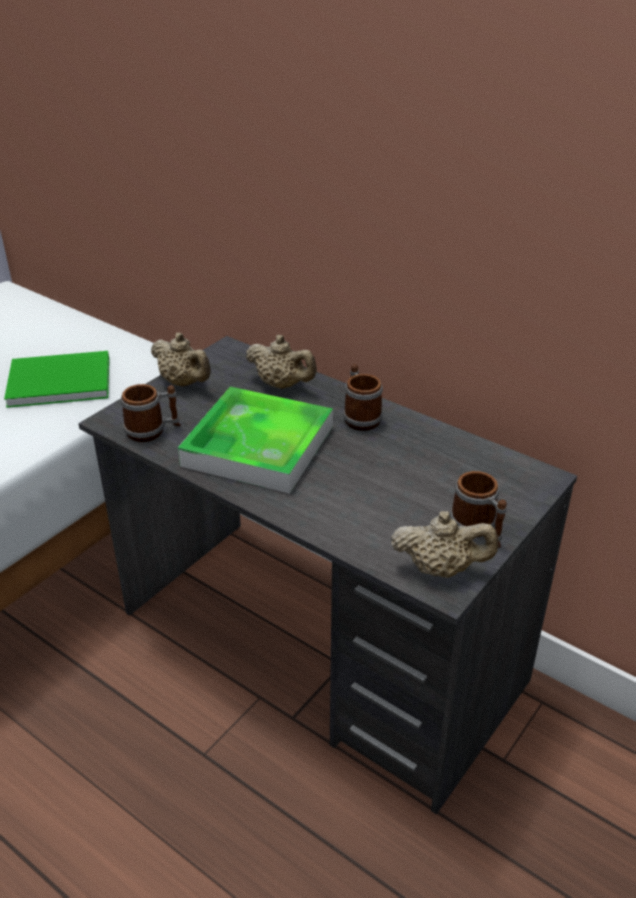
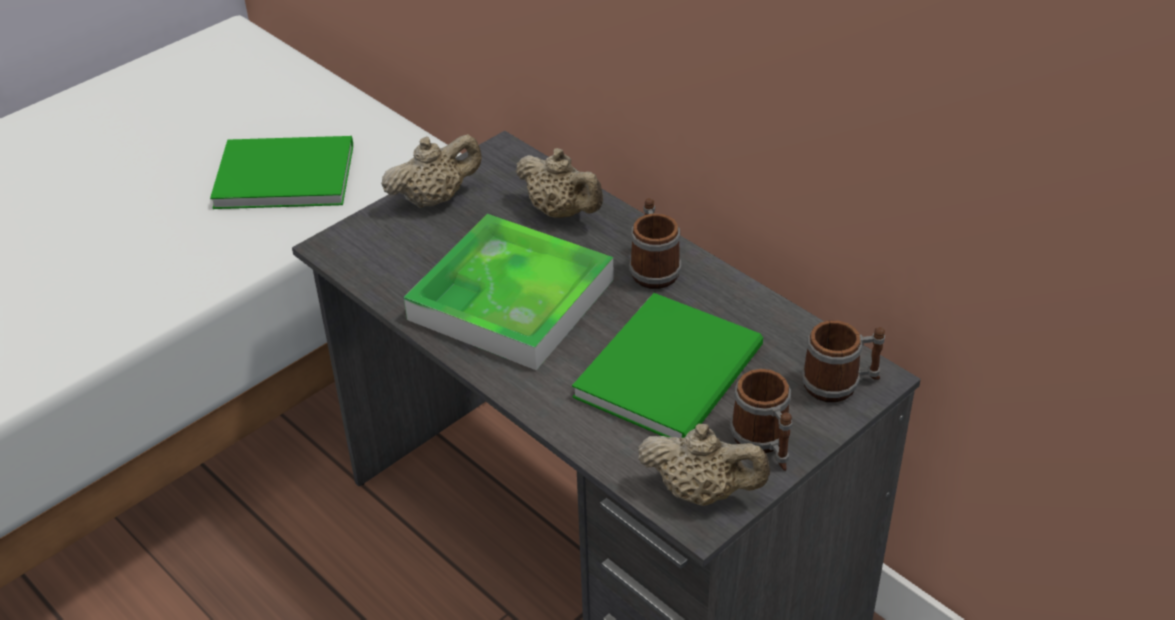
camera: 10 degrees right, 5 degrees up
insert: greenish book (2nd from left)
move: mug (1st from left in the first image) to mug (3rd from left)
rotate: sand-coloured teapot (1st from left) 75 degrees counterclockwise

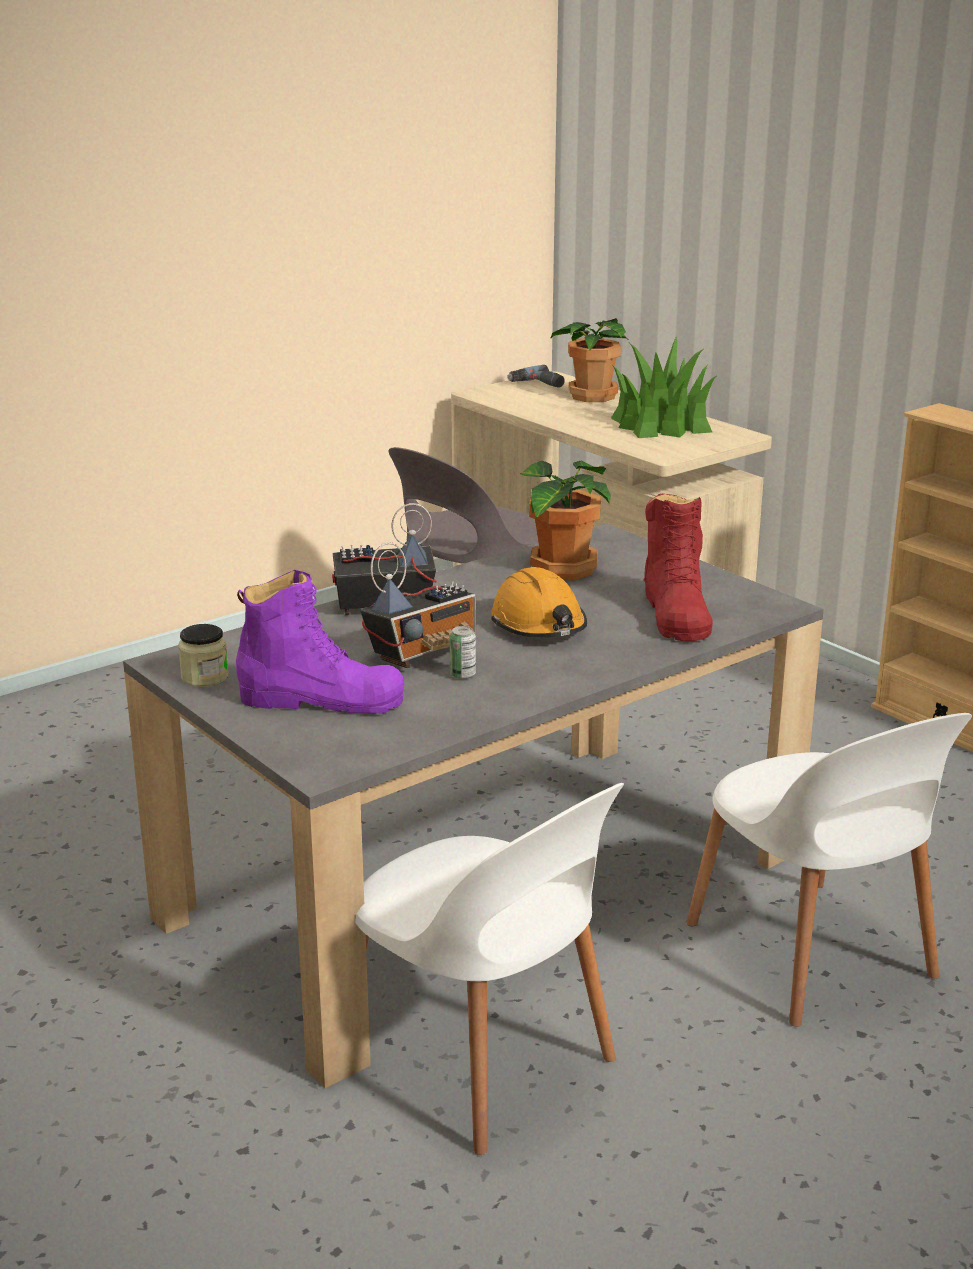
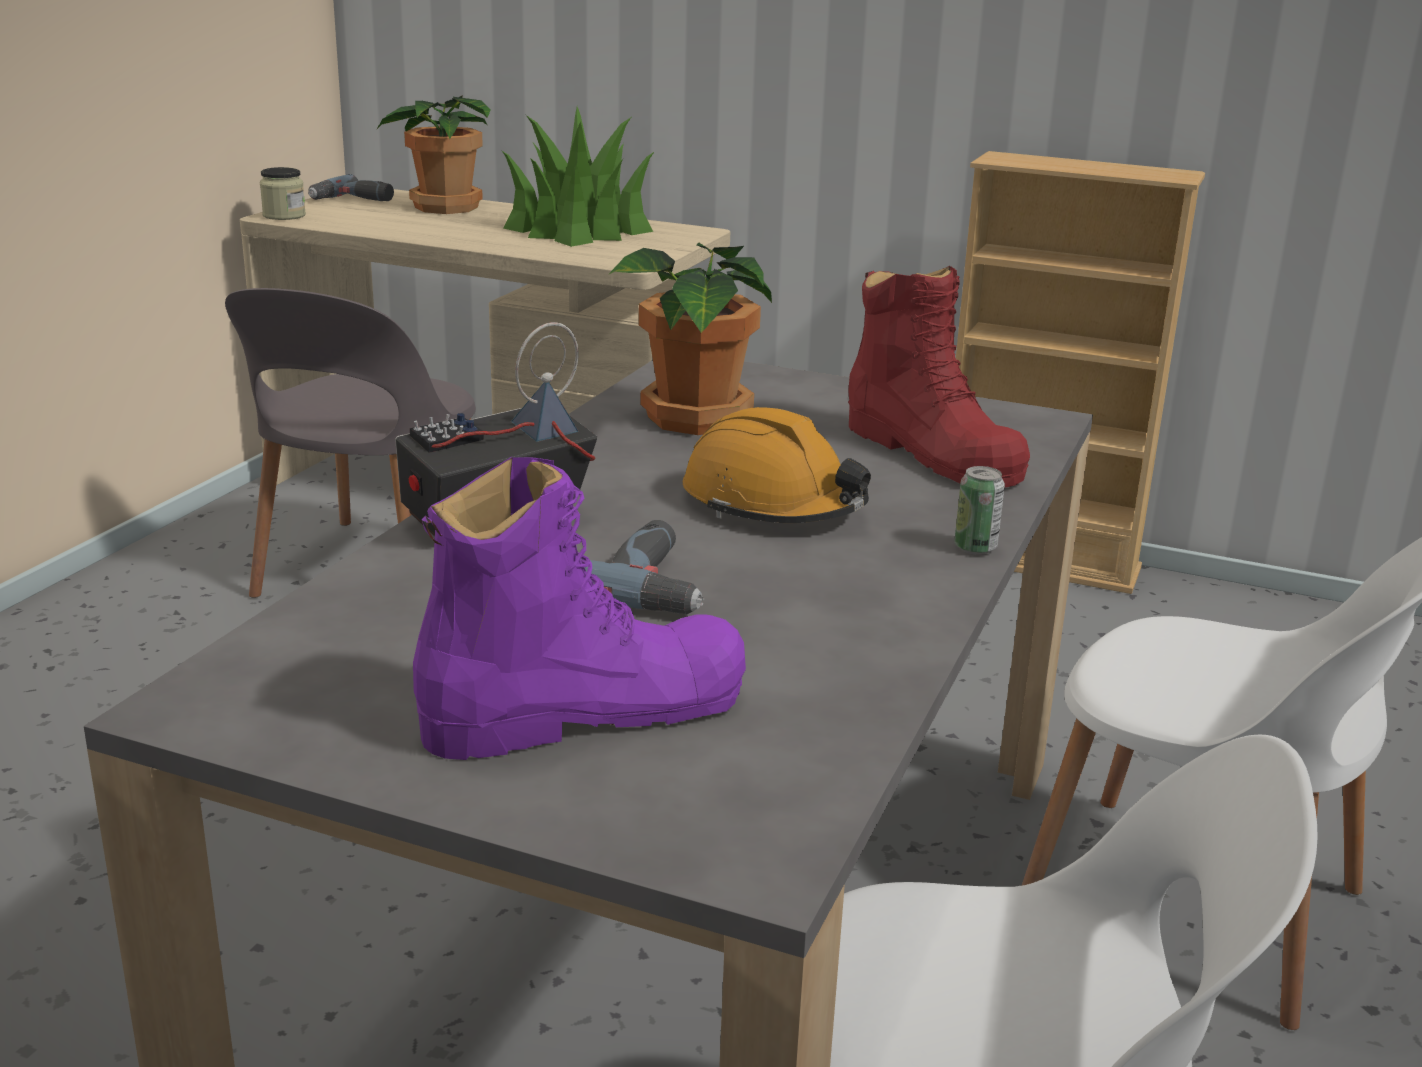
camera: 30 degrees left, 0 degrees up
move: preserve jar; sealed can
replace: radio (2nd from left) to electric drill (2nd from left)

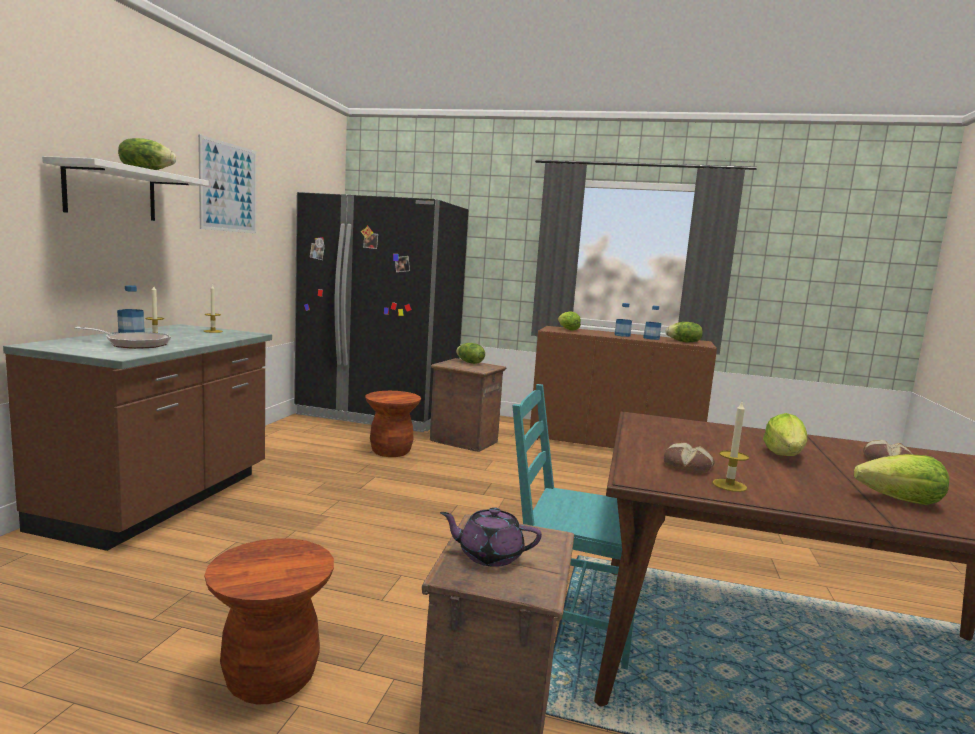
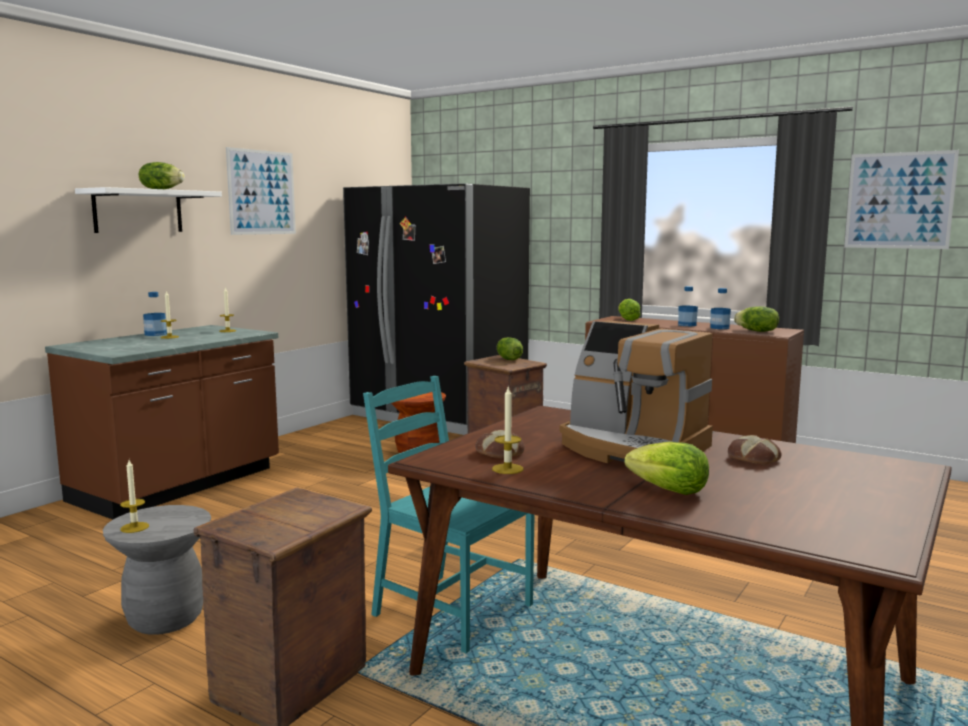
camera: 20 degrees right, 0 degrees up
delete: pan; purplish teapot
insert: wax candle (1st from left); wall picture (2nd from left)
replace: lettuce head (5th from left) to coffee machine
recolor: brown-coloured stool (1st from left) to gray stool

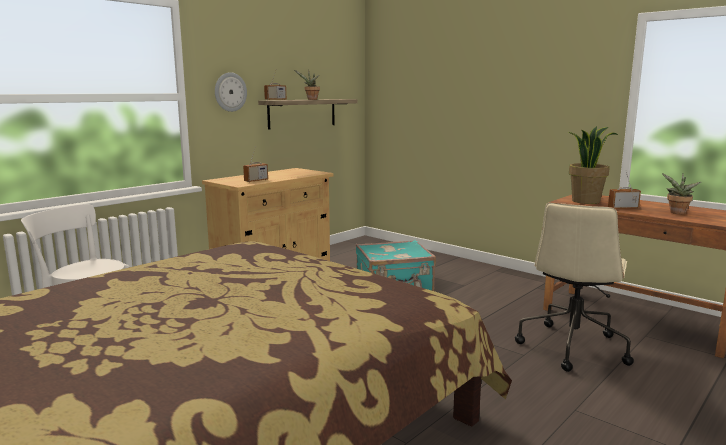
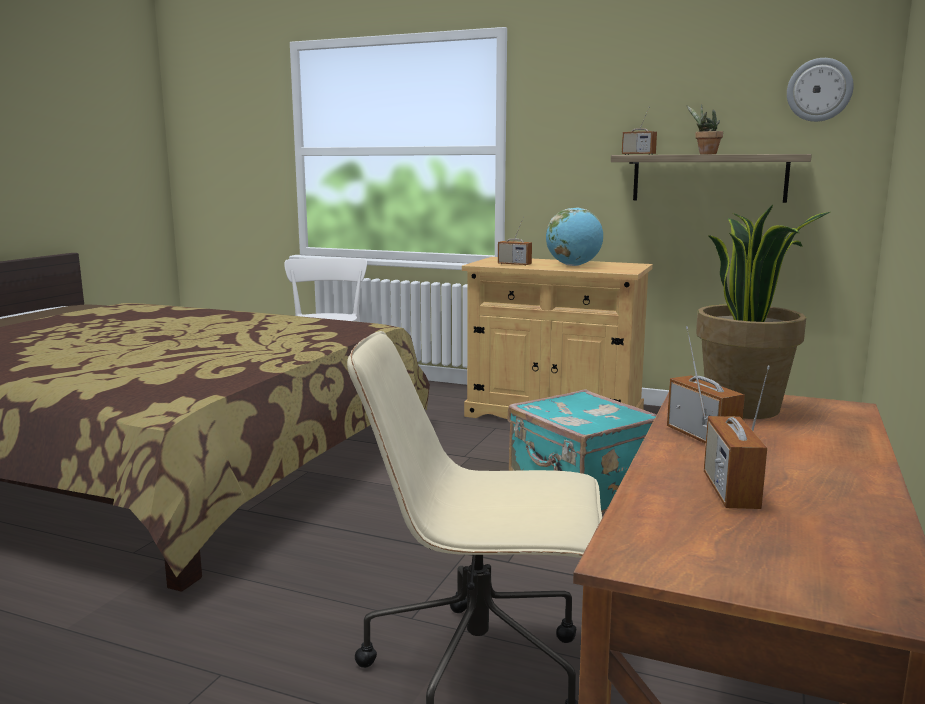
camera: 70 degrees right, 0 degrees up
insert: world globe
move: hanging clock
replace: houseplant (3rd from left) to radio (4th from left)

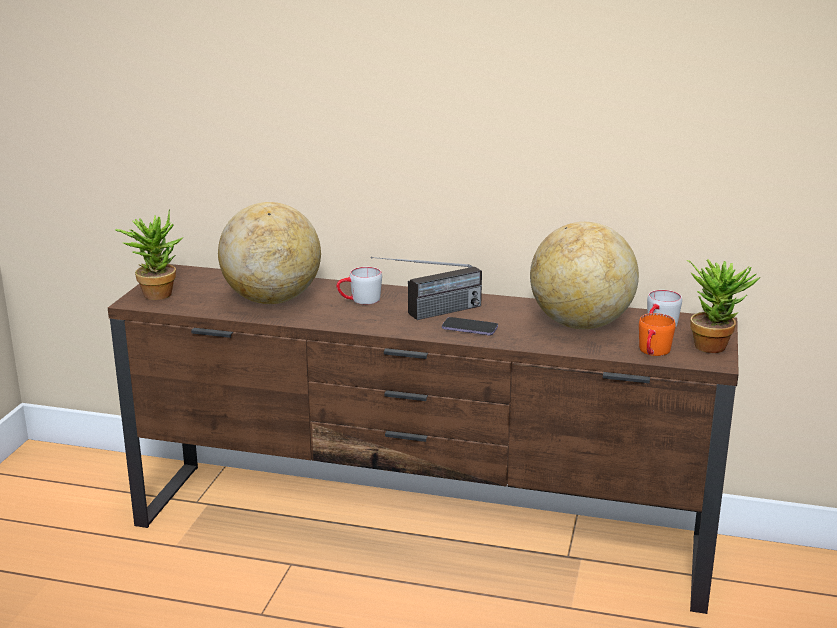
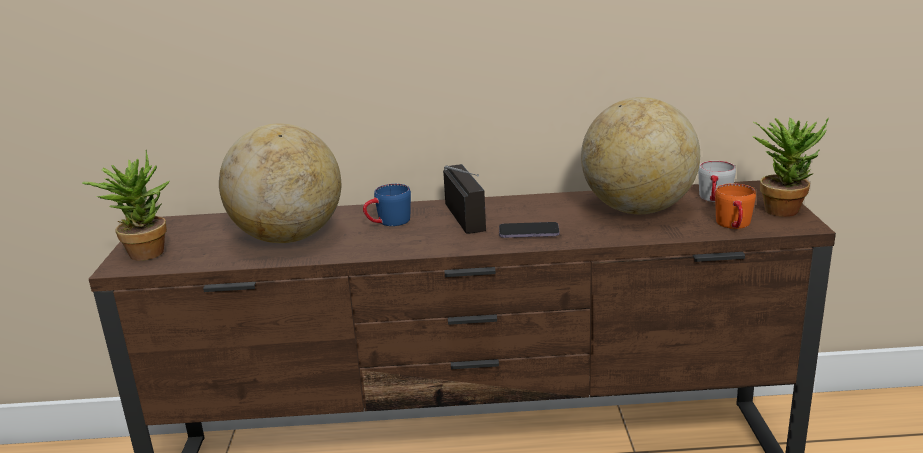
camera: 15 degrees left, 0 degrees up
recolor: gray mug (1st from left) to bluish mug
rotate: radio 60 degrees counterclockwise

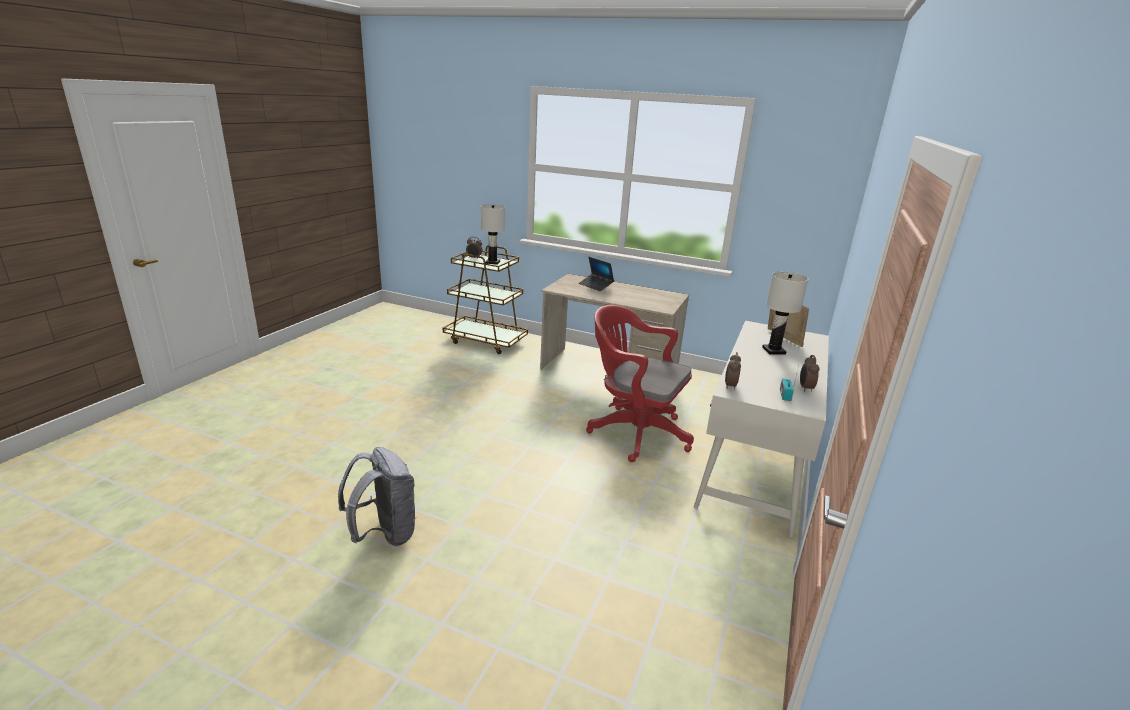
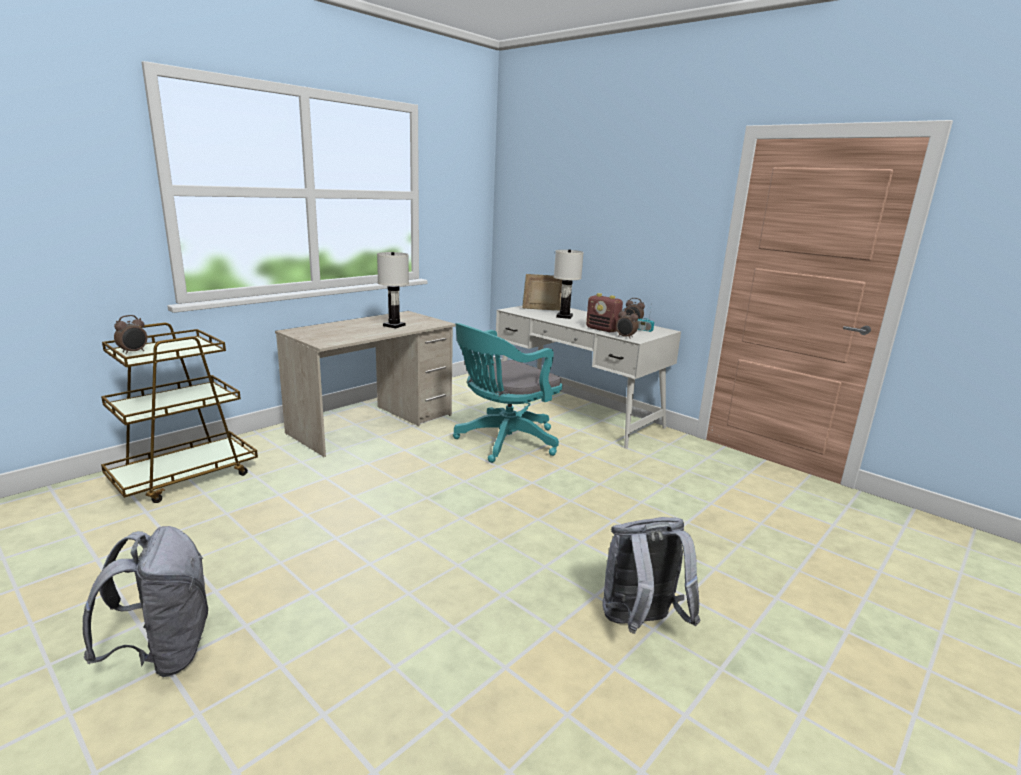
camera: 70 degrees left, 5 degrees down
delete: portable computer
insert: gray knapsack (1st from left); radio (1st from left)
move: white-coloured lamp for a table (1st from left)
recolor: reddish office chair to turquoise-coloured office chair

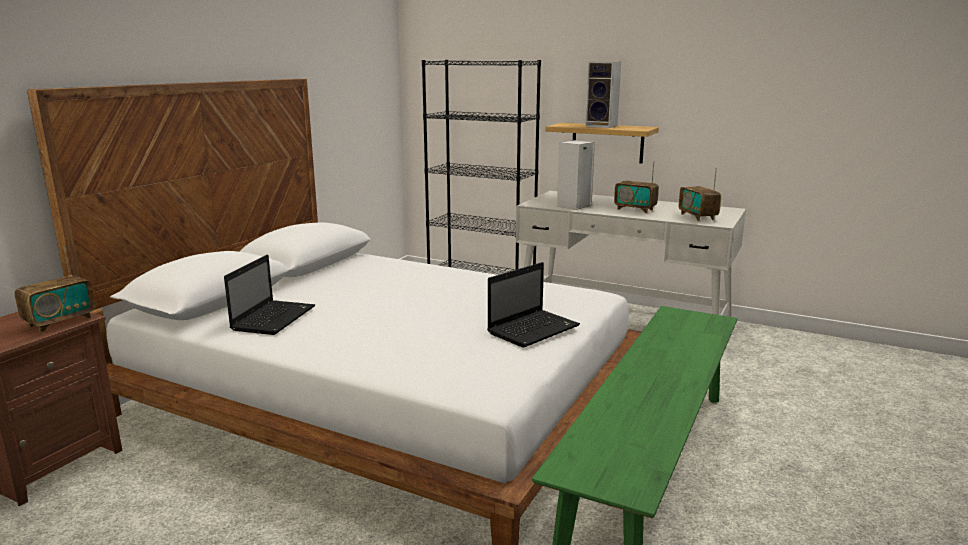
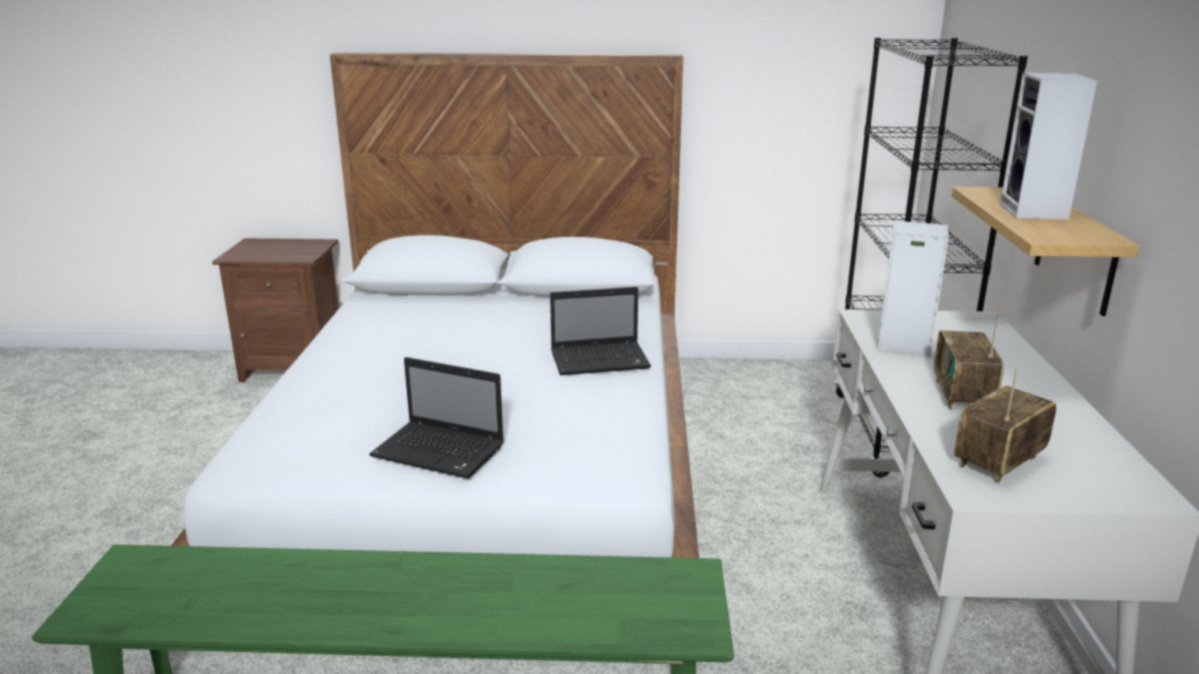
camera: 65 degrees right, 5 degrees up
delete: radio (1st from left)
move: portable computer (1st from left in the first image) to portable computer (2nd from left)

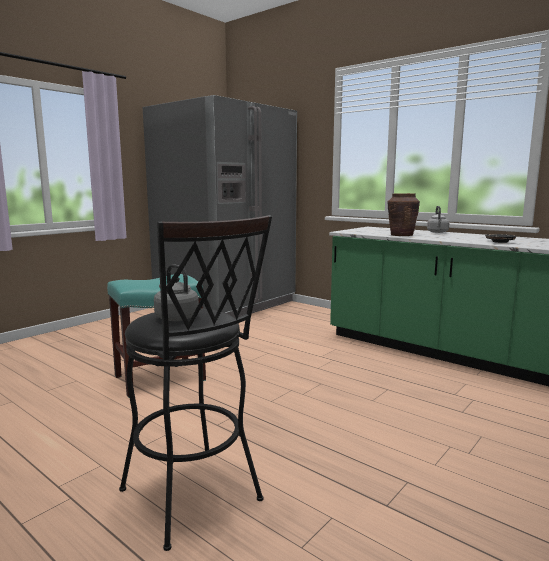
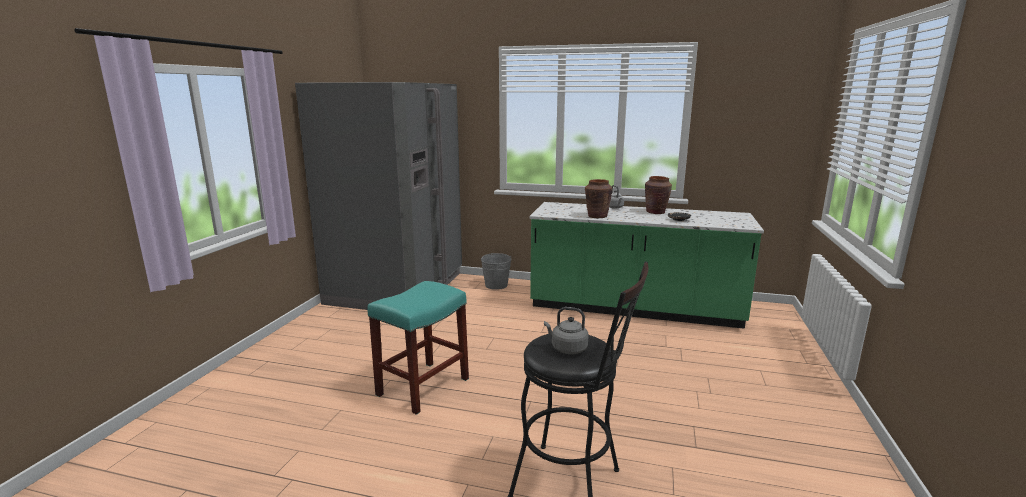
camera: 25 degrees left, 5 degrees up
insert: gray bucket; brown-coloured flower vase (2nd from left)

